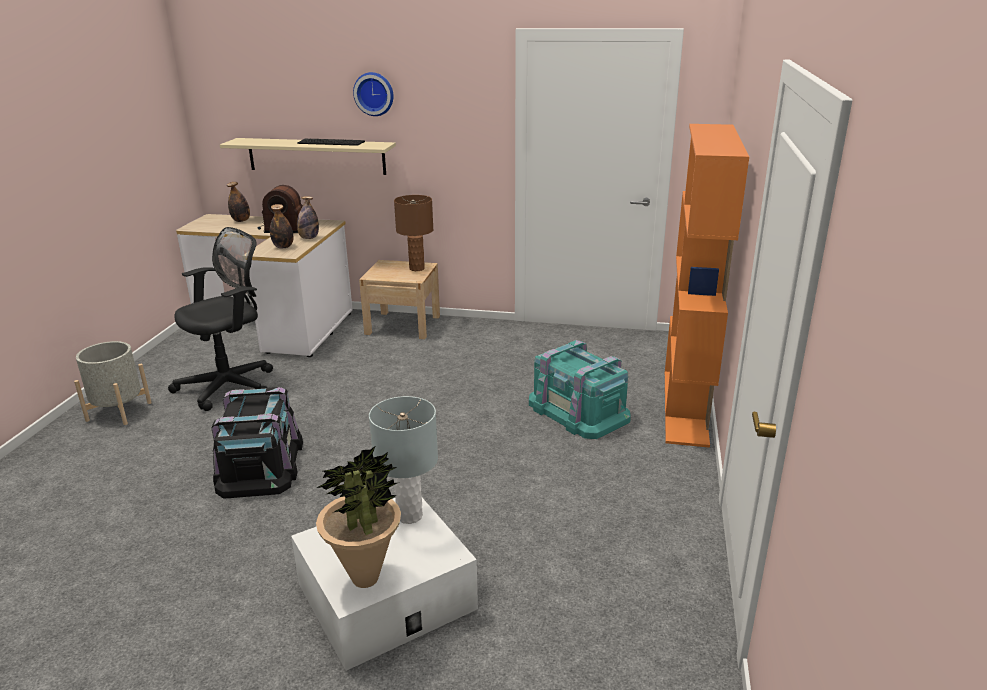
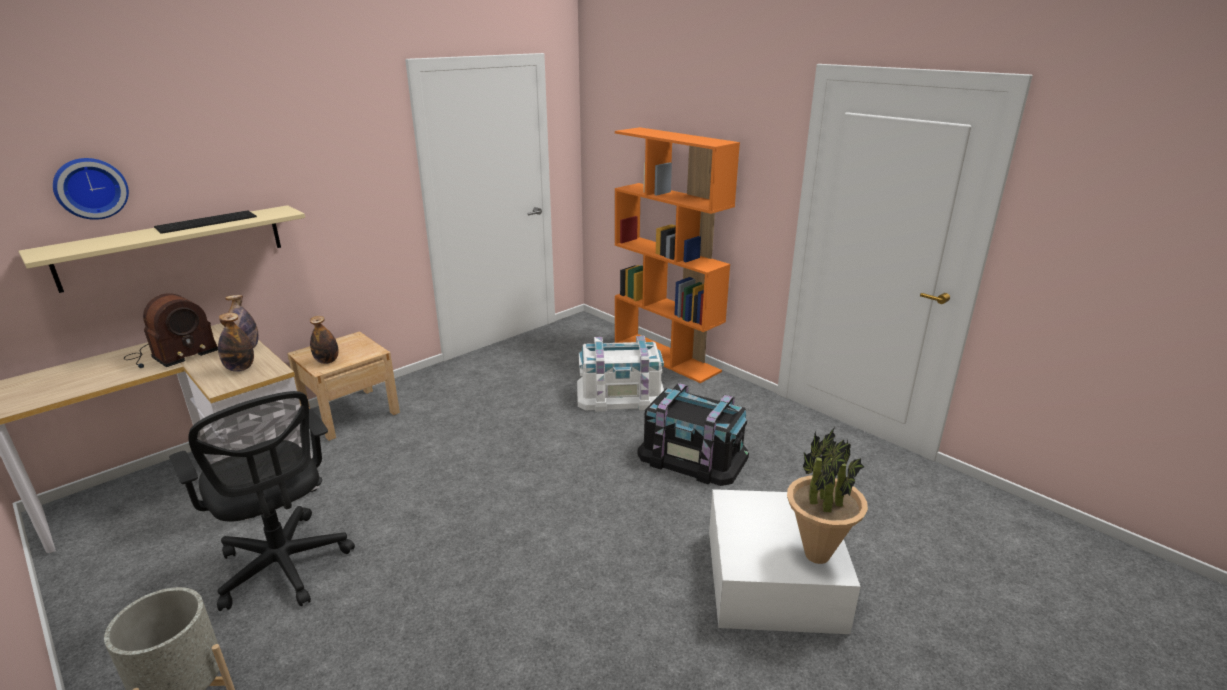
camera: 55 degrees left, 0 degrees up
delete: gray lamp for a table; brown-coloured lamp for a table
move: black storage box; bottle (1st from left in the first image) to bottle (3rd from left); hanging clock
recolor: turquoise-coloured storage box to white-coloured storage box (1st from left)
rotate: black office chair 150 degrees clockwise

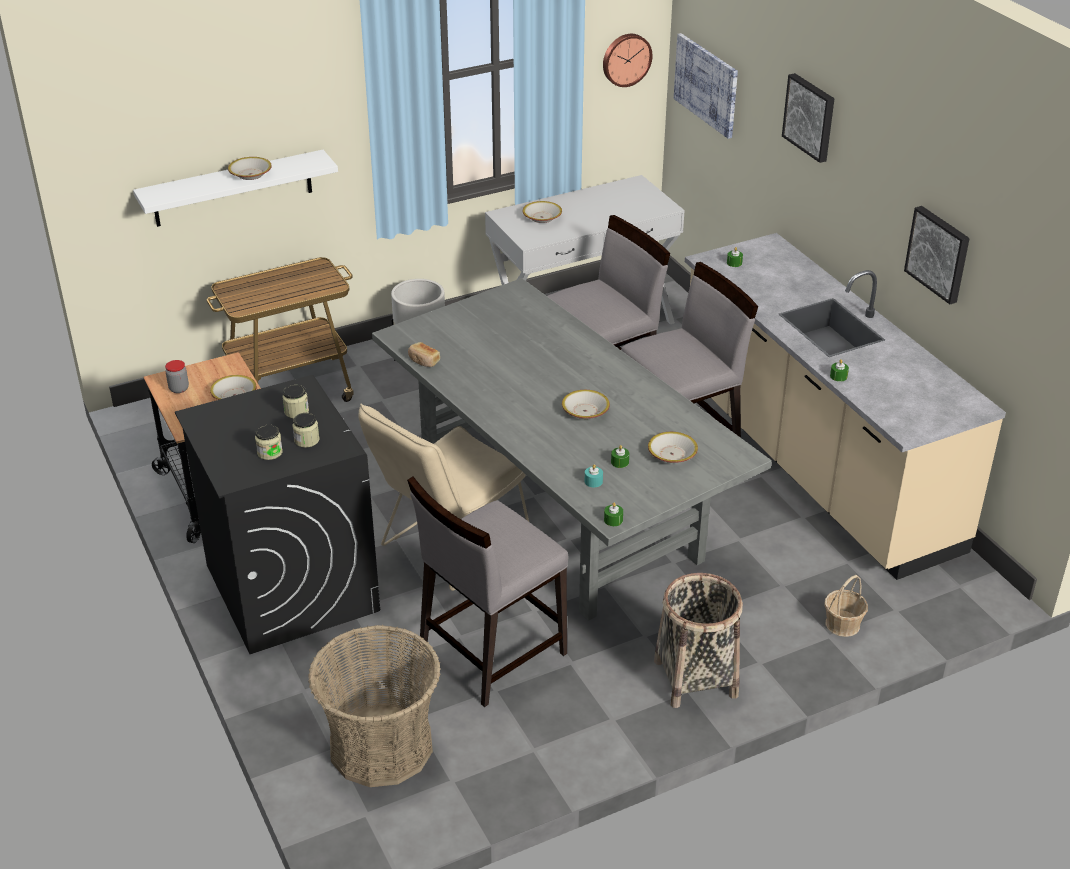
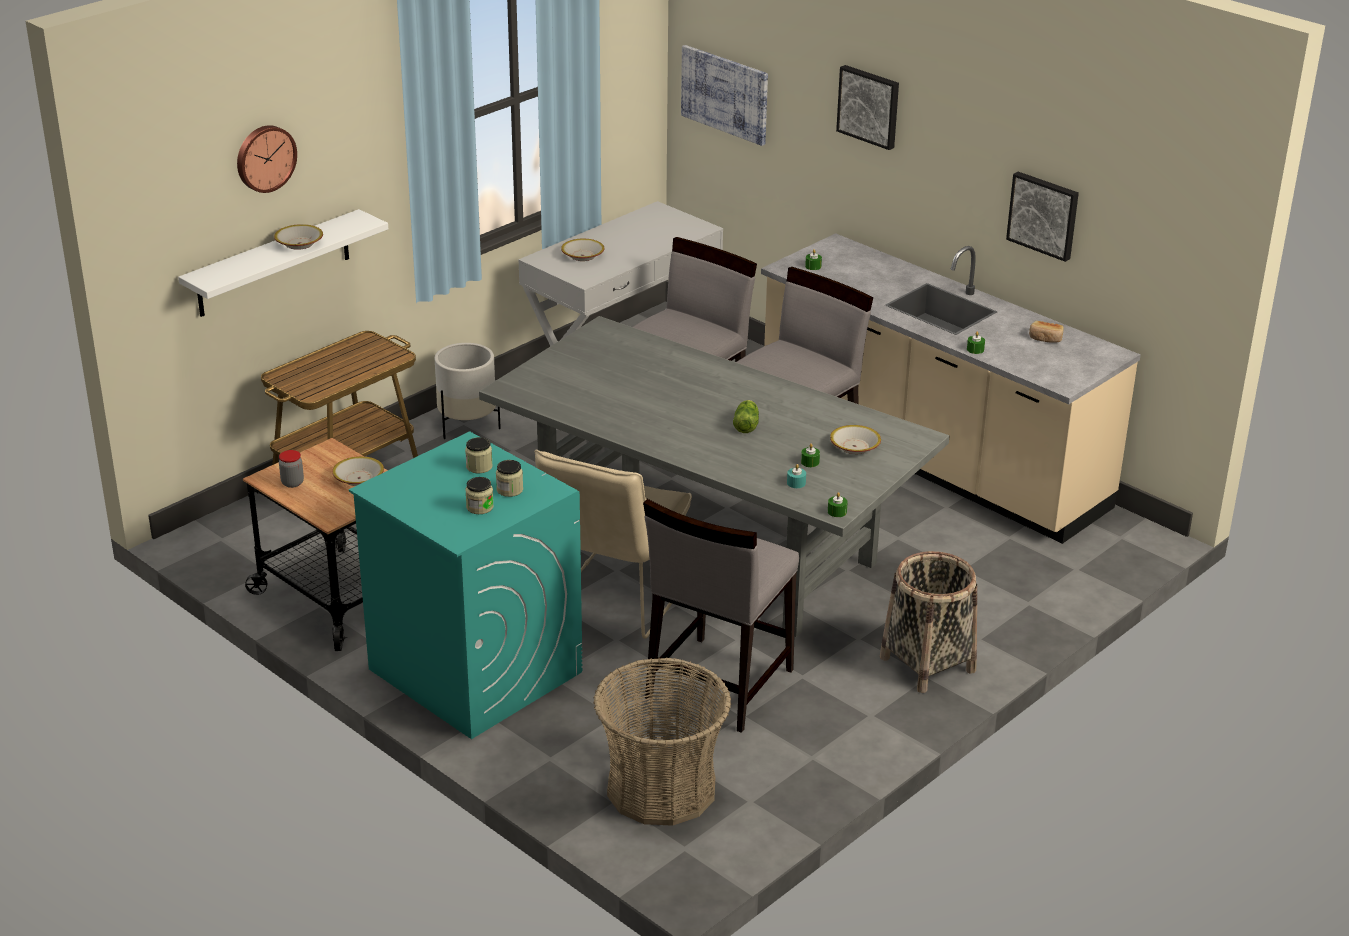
camera: 20 degrees left, 5 degrees down
delete: storage basket (3rd from left)
move: bakery bread; hanging clock
replace: deep dish (4th from left) to lettuce head
recolor: black laundry appliance to turquoise-coloured laundry appliance

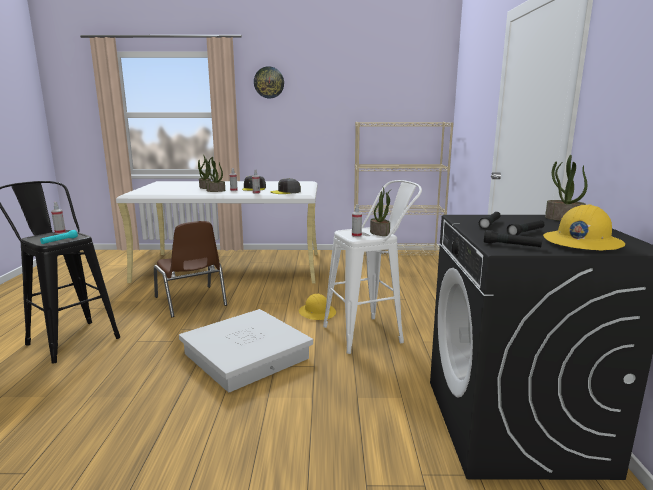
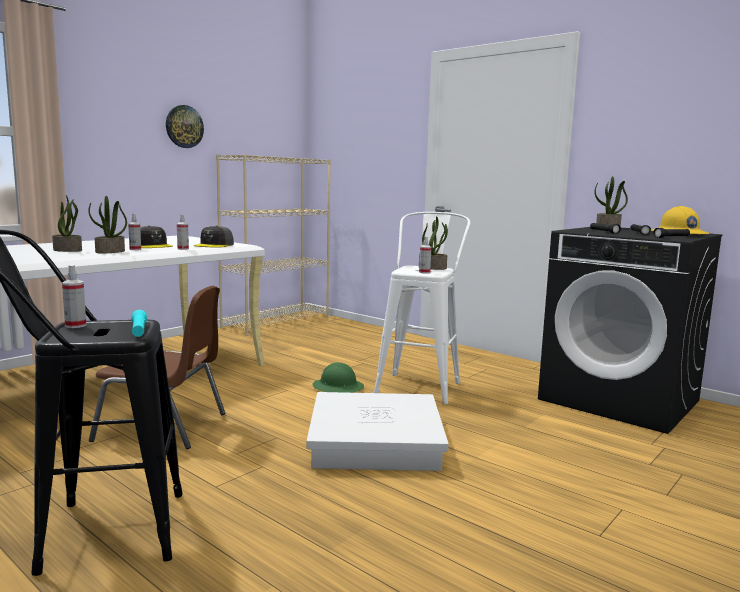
camera: 50 degrees left, 5 degrees down
move: hanging clock
recolor: yellowish safety helmet (1st from left) to greenish safety helmet

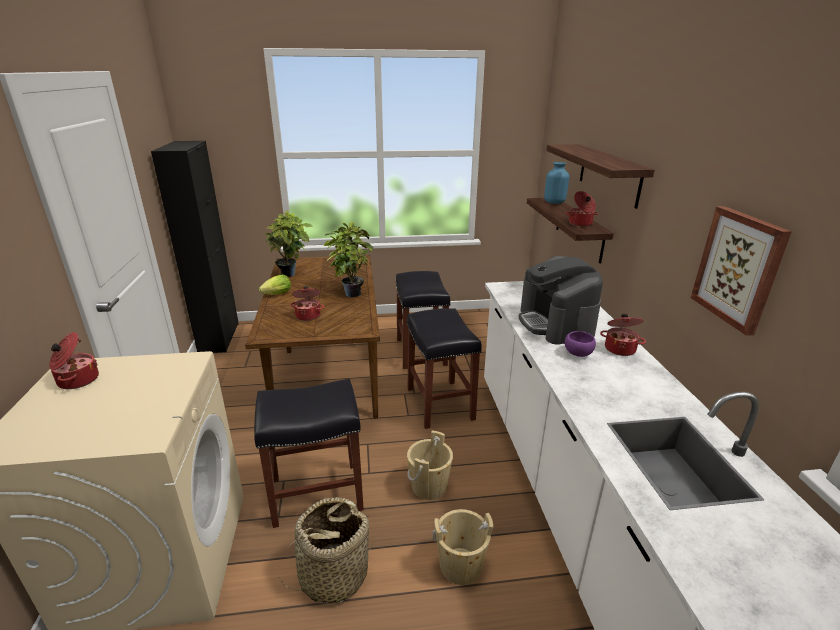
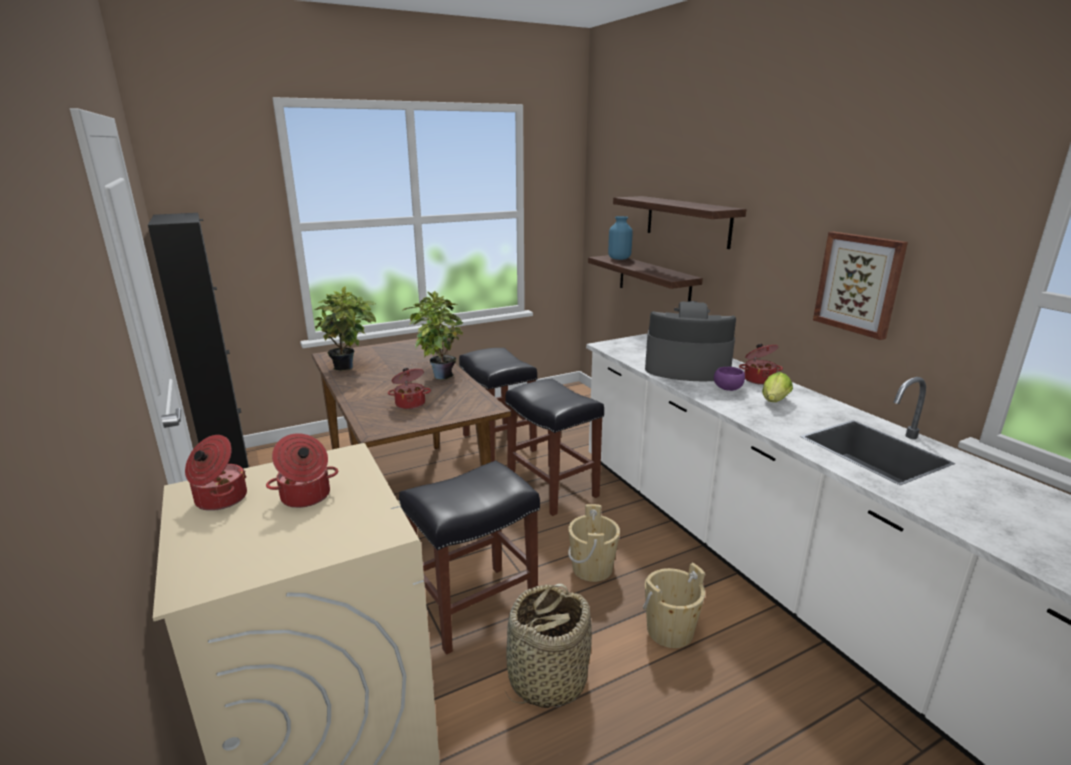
camera: 20 degrees left, 5 degrees down
move: lettuce head; stockpot (3rd from left in the first image) to stockpot (2nd from left)
rotate: coffee machine 135 degrees clockwise

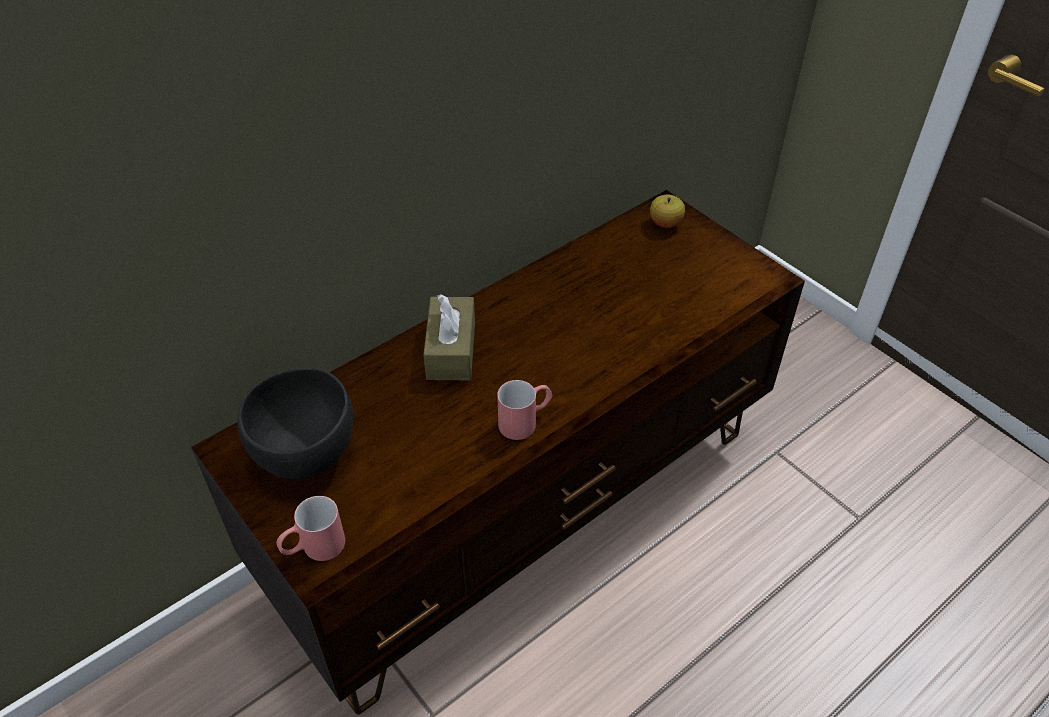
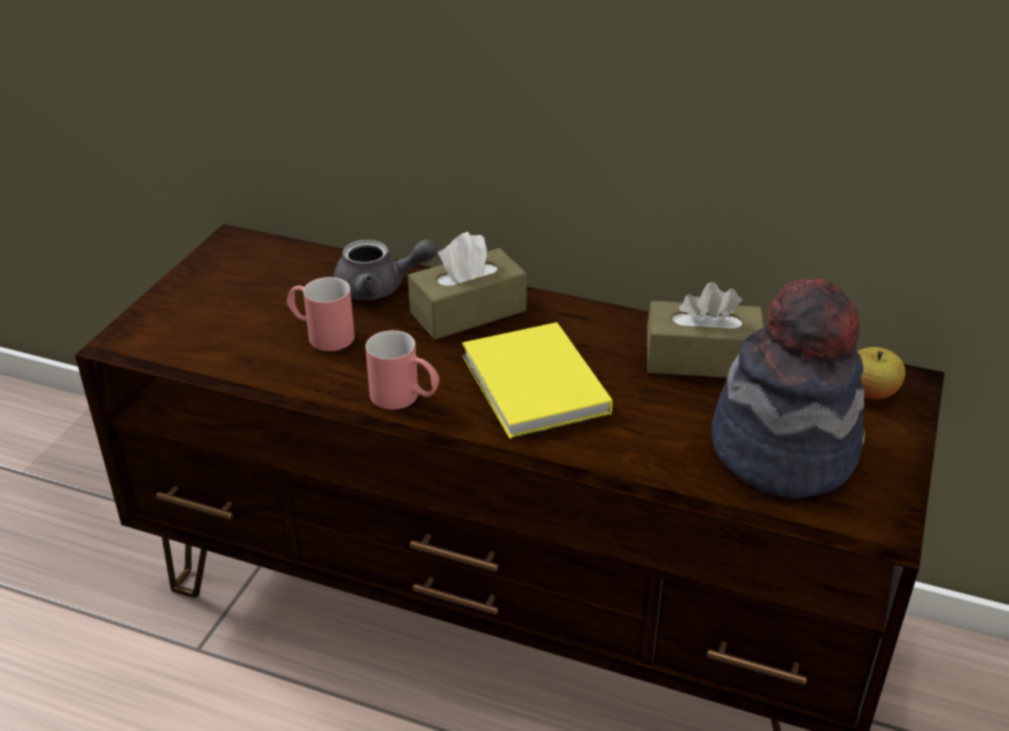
camera: 60 degrees right, 10 degrees down
delete: black deep dish
insert: gray teapot; yellowish book; brown-coloured tissue box (2nd from left); clothing hat
move: reddish mug (1st from left)

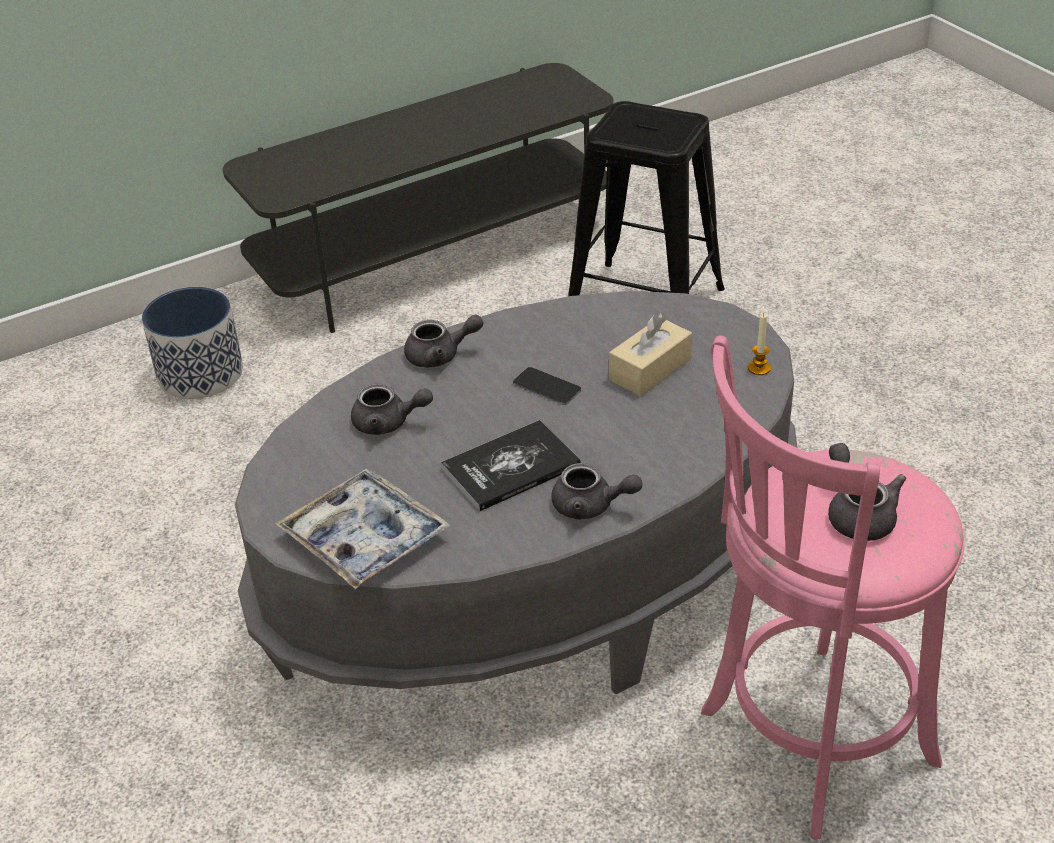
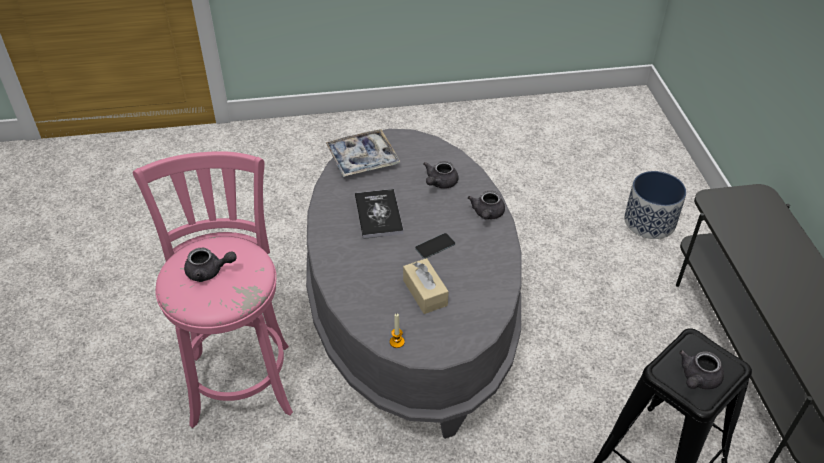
camera: 110 degrees right, 5 degrees up
move: gray teapot (3rd from left in the first image) to gray teapot (4th from left)

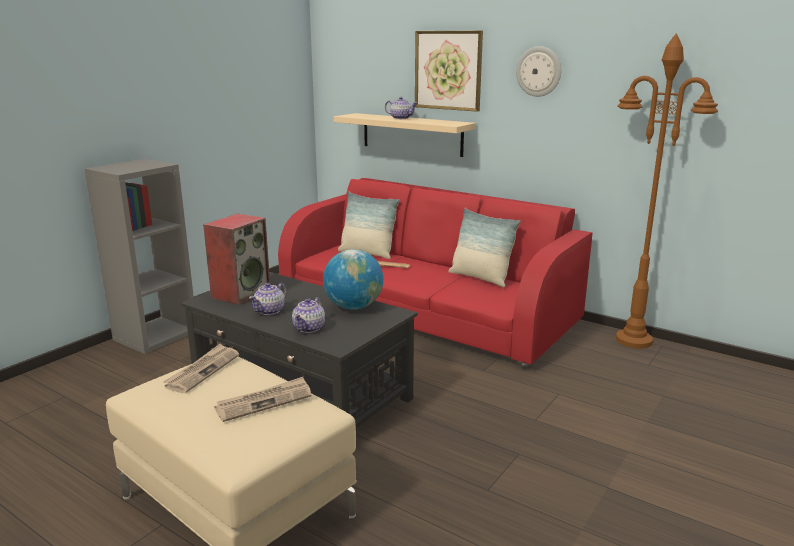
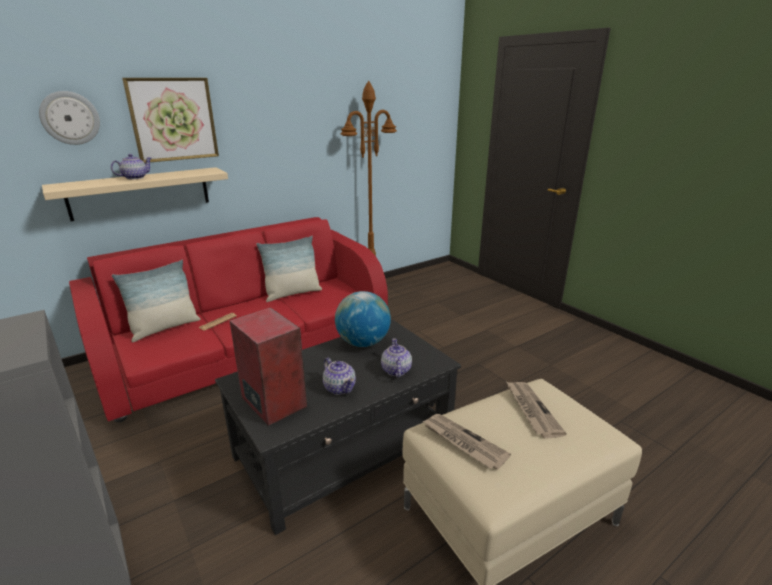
camera: 70 degrees left, 5 degrees up
move: hanging clock
rotate: teapot (2nd from left in the first image) 135 degrees counterclockwise

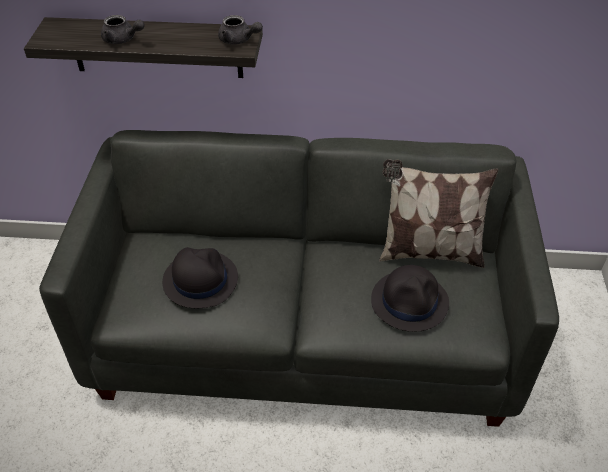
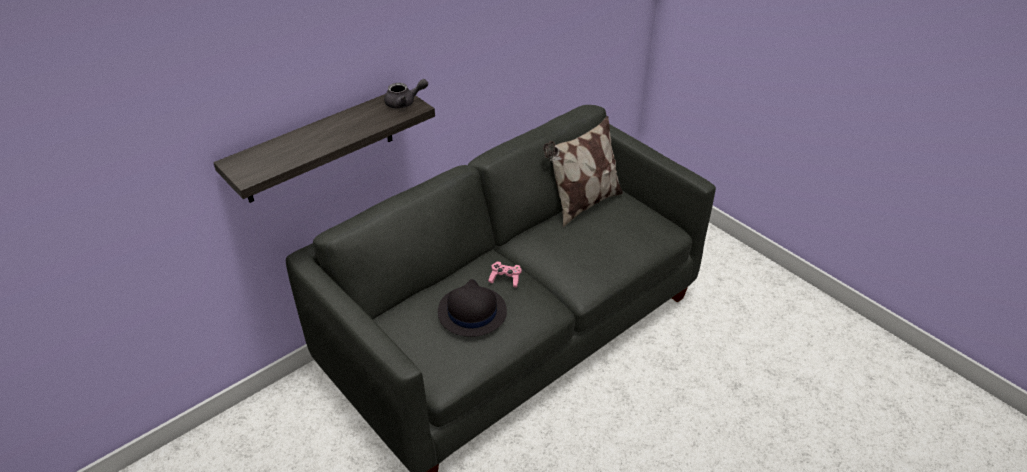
camera: 45 degrees left, 5 degrees down
delete: gray teapot (1st from left); black clothing hat (2nd from left)
insert: pinkish gamepad

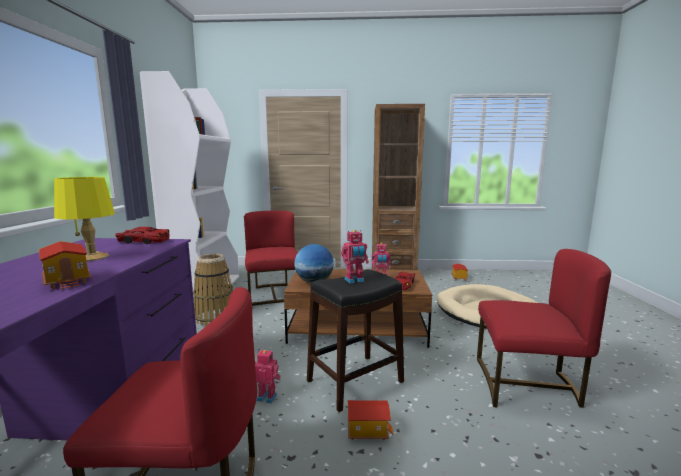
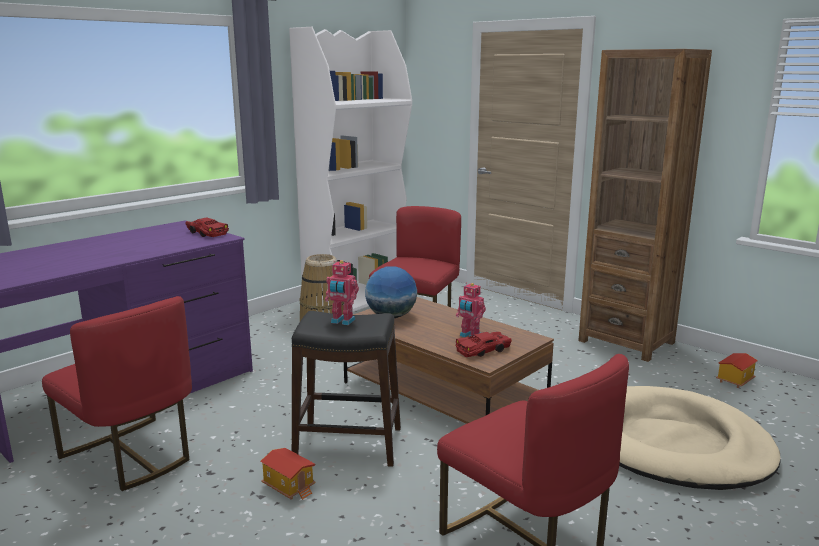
camera: 40 degrees right, 5 degrees up
delete: toy house (1st from left); yellowish lamp for a table; robot figure (1st from left)

